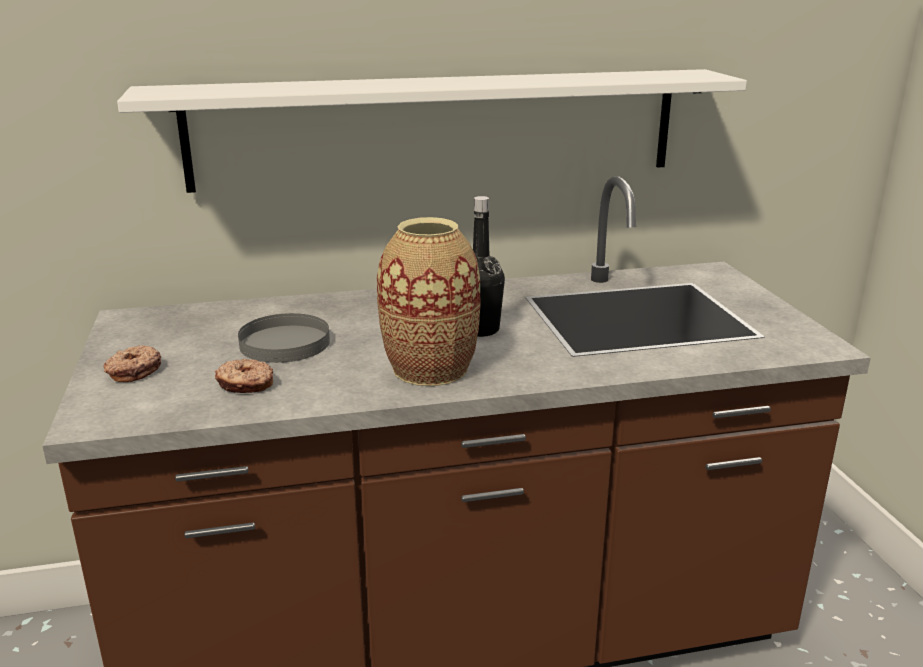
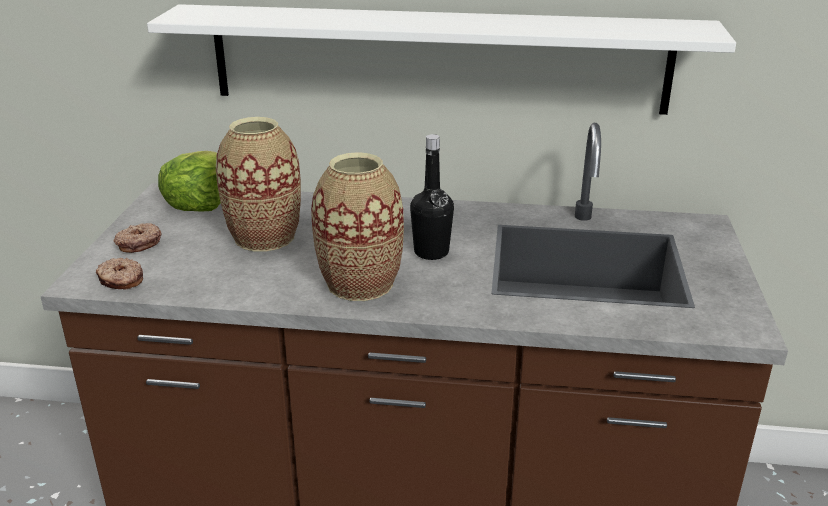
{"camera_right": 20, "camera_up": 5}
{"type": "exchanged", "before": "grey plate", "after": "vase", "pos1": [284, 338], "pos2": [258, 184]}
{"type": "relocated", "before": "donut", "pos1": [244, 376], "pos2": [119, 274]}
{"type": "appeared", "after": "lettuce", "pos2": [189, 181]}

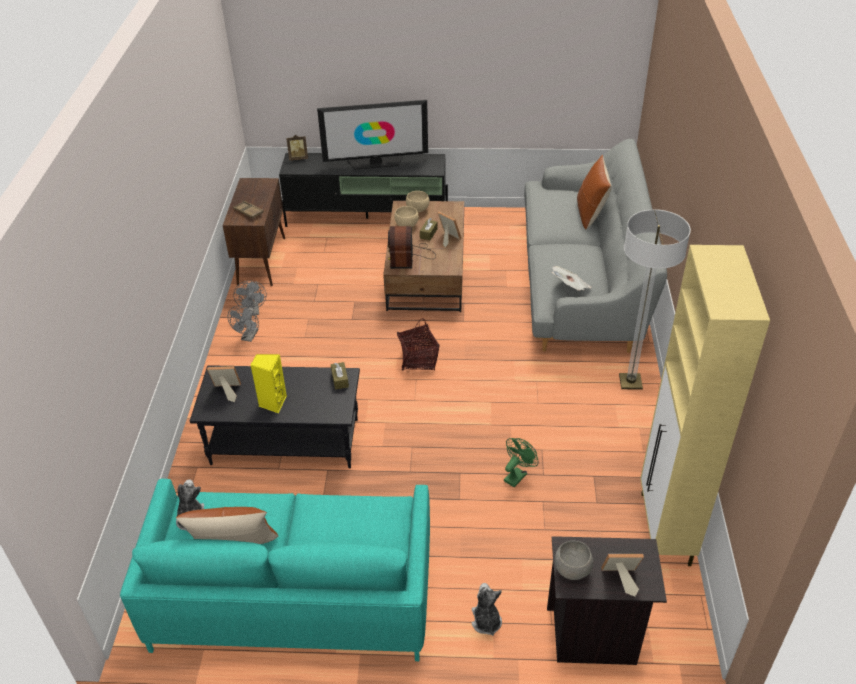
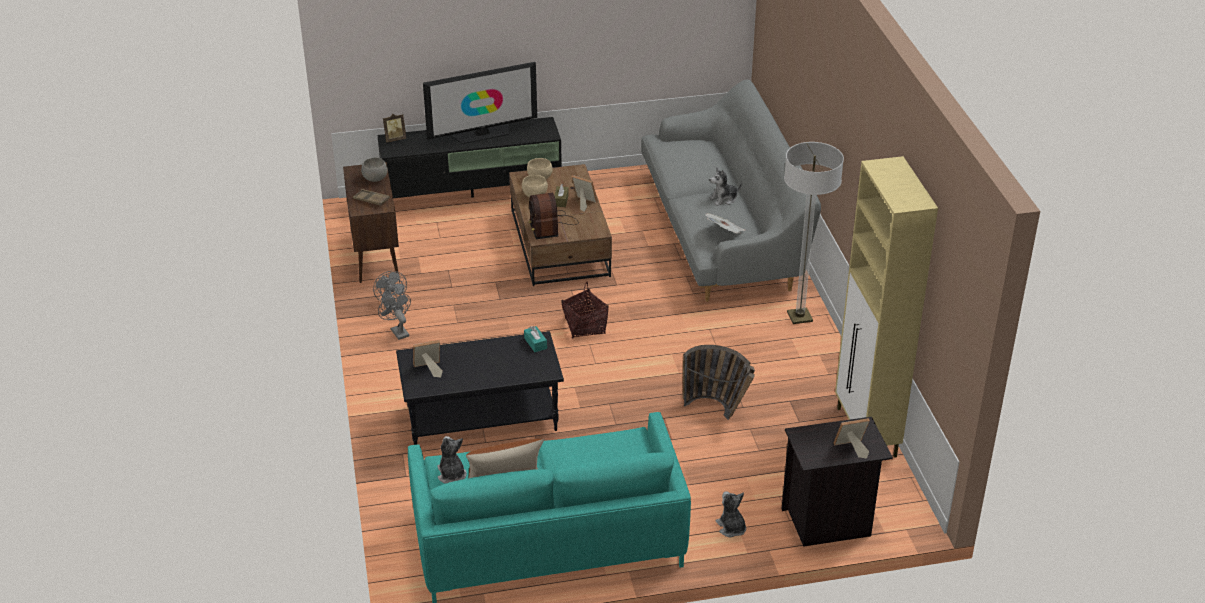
{"camera_right": -15, "camera_up": -5}
{"type": "missing", "before": "brown pillow", "pos1": [594, 192]}
{"type": "spun", "before": "grey fan", "pos1": [243, 324], "pos2": [394, 316], "turn": 150}
{"type": "missing", "before": "yellow speaker", "pos1": [269, 383]}
{"type": "colour", "before": "brown tissue box", "after": "turquoise tissue box", "pos1": [340, 376], "pos2": [535, 339]}
{"type": "exchanged", "before": "green fan", "after": "basket", "pos1": [521, 462], "pos2": [719, 382]}
{"type": "relocated", "before": "grey bowl", "pos1": [574, 560], "pos2": [374, 169]}
{"type": "appeared", "after": "plush toy", "pos2": [725, 187]}

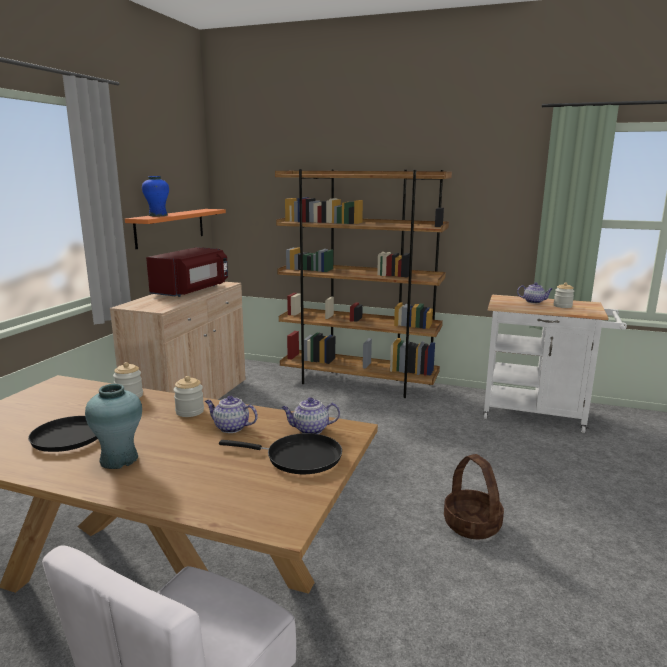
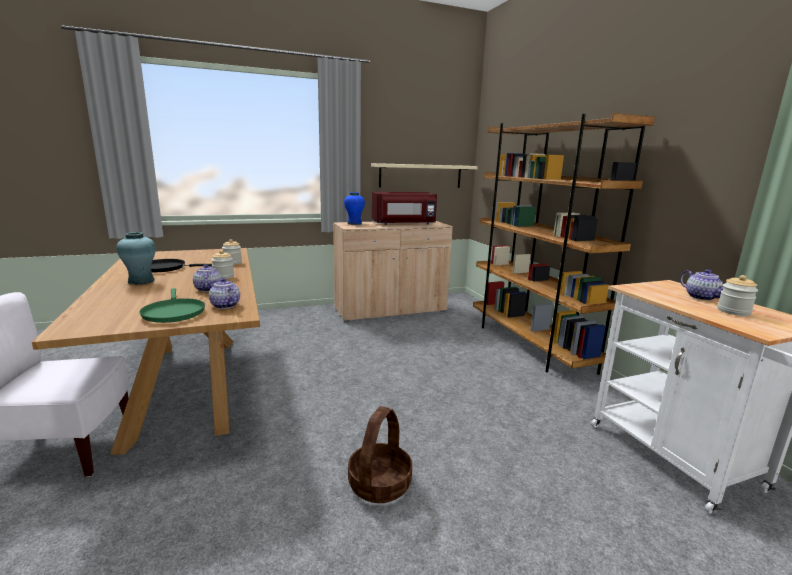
{"camera_right": 50, "camera_up": 0}
{"type": "relocated", "before": "blue vase", "pos1": [155, 196], "pos2": [354, 208]}
{"type": "colour", "before": "orange shelf", "after": "beige shelf", "pos1": [175, 229], "pos2": [424, 175]}
{"type": "colour", "before": "black frying pan", "after": "green frying pan", "pos1": [280, 453], "pos2": [172, 305]}

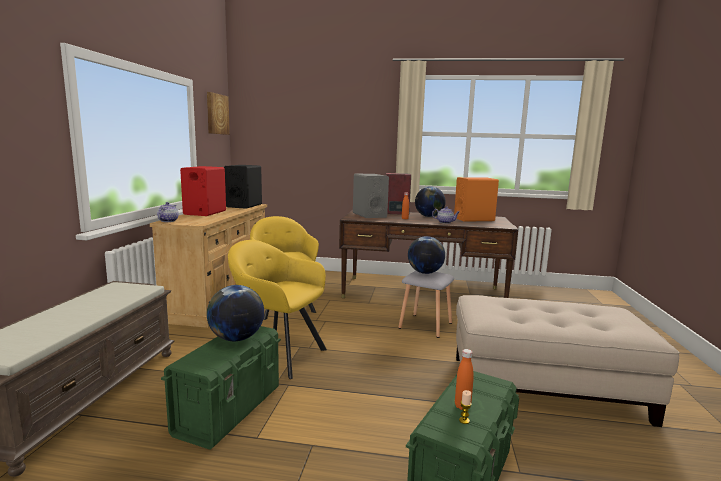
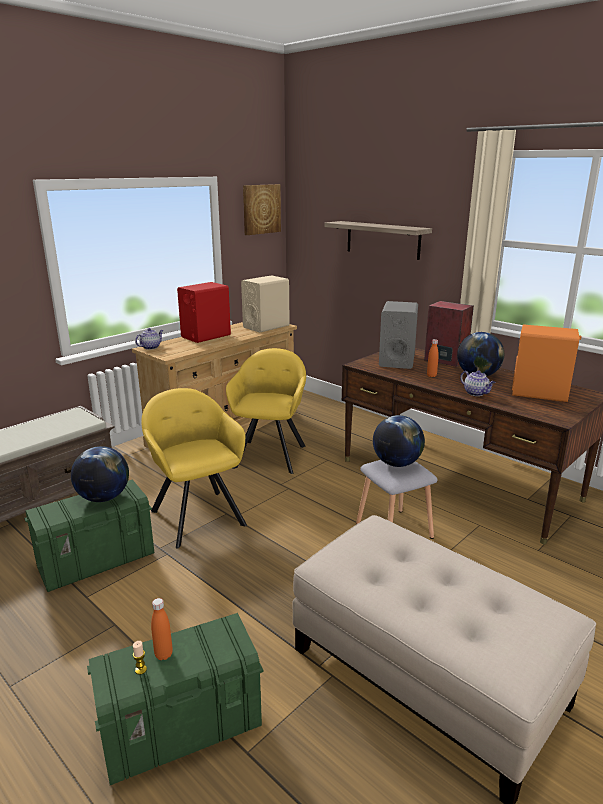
{"camera_right": 35, "camera_up": 10}
{"type": "colour", "before": "black speaker", "after": "beige speaker", "pos1": [243, 187], "pos2": [265, 304]}
{"type": "appeared", "after": "shelf", "pos2": [378, 240]}

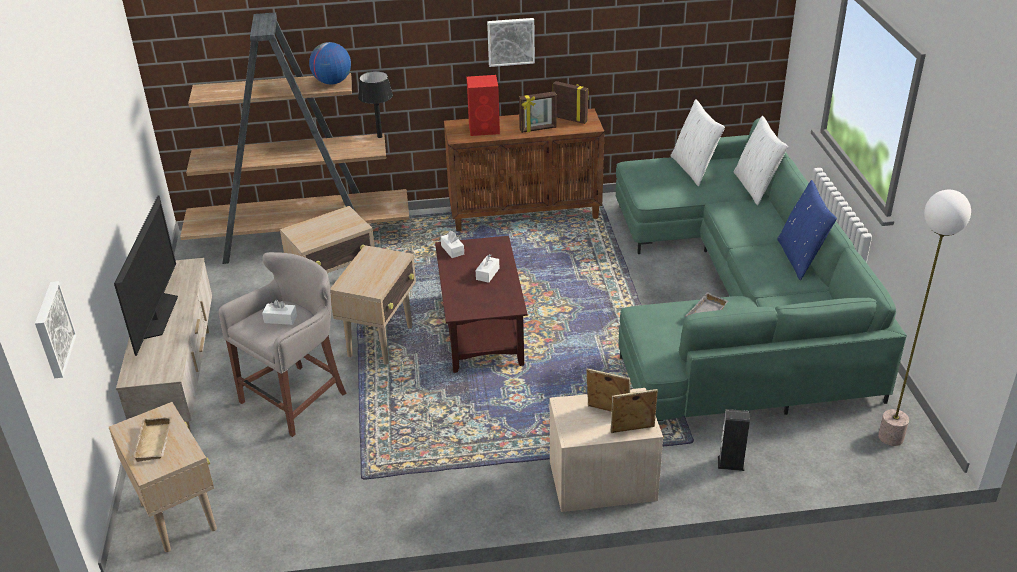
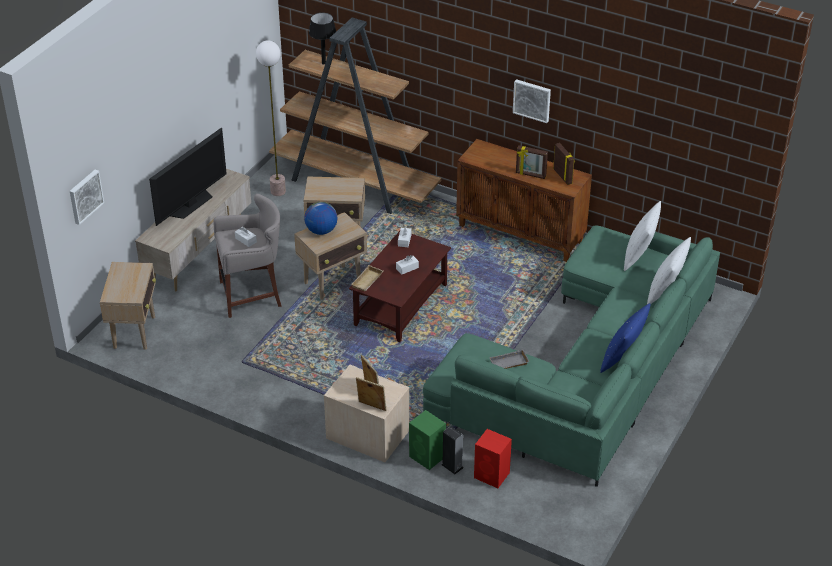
{"camera_right": 35, "camera_up": 5}
{"type": "relocated", "before": "globe", "pos1": [330, 63], "pos2": [320, 218]}
{"type": "relocated", "before": "black table lamp", "pos1": [375, 104], "pos2": [322, 38]}
{"type": "relocated", "before": "red speaker", "pos1": [483, 105], "pos2": [493, 458]}
{"type": "relocated", "before": "floor lamp", "pos1": [924, 318], "pos2": [271, 118]}
{"type": "relocated", "before": "beige tray", "pos1": [152, 439], "pos2": [367, 278]}
{"type": "appeared", "after": "green speaker", "pos2": [427, 440]}

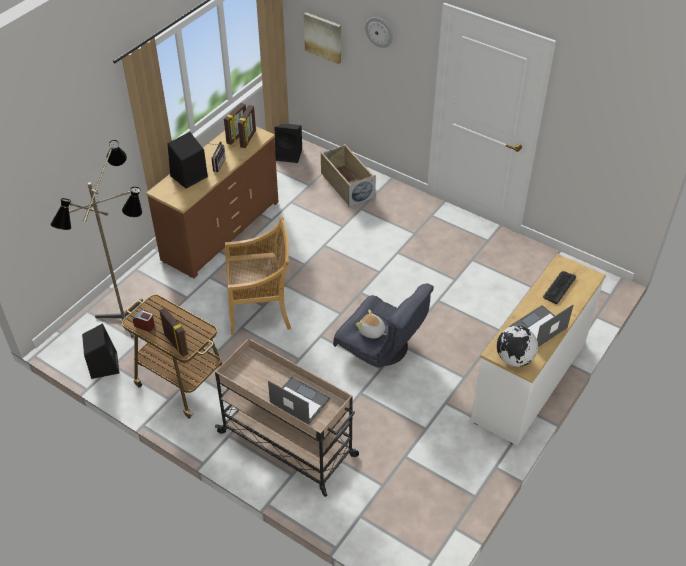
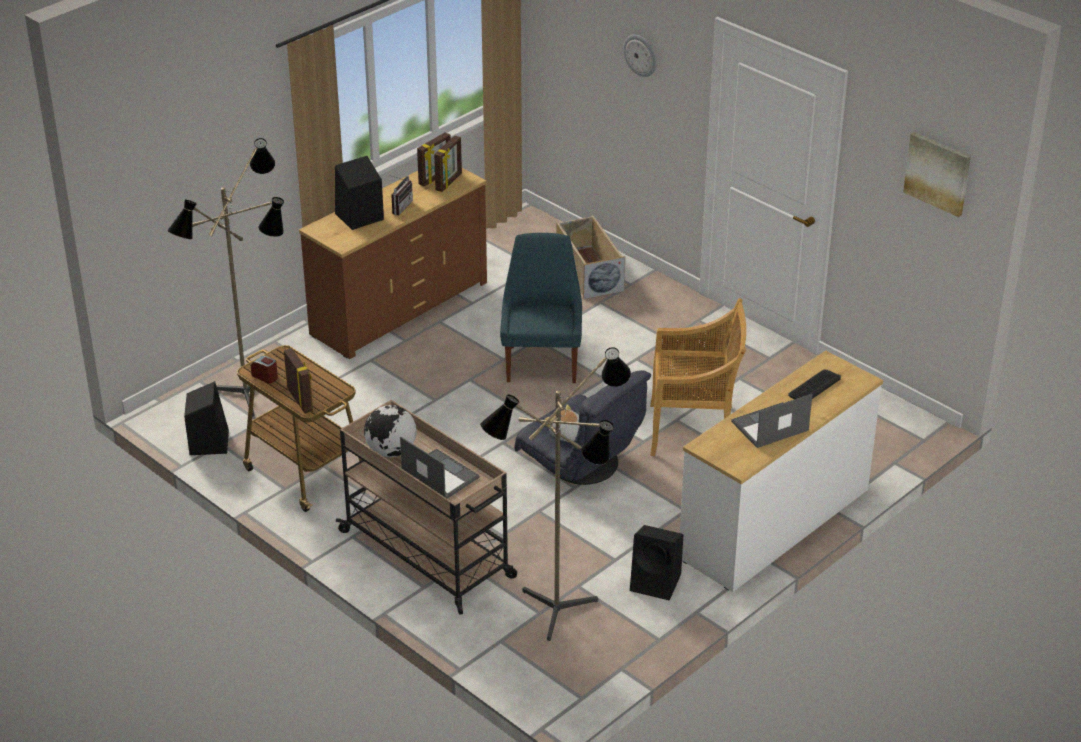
{"camera_right": 10, "camera_up": -10}
{"type": "relocated", "before": "picture", "pos1": [322, 38], "pos2": [937, 174]}
{"type": "relocated", "before": "black speaker", "pos1": [288, 143], "pos2": [656, 562]}
{"type": "relocated", "before": "beige chair", "pos1": [258, 276], "pos2": [698, 377]}
{"type": "relocated", "before": "globe", "pos1": [517, 346], "pos2": [390, 431]}
{"type": "appeared", "after": "blue chair", "pos2": [541, 308]}
{"type": "appeared", "after": "floor lamp", "pos2": [555, 494]}

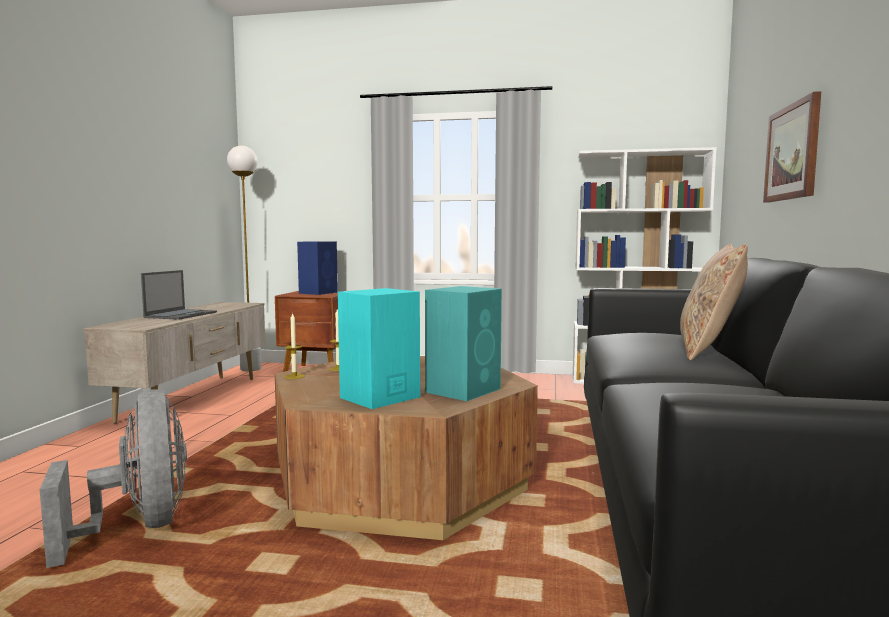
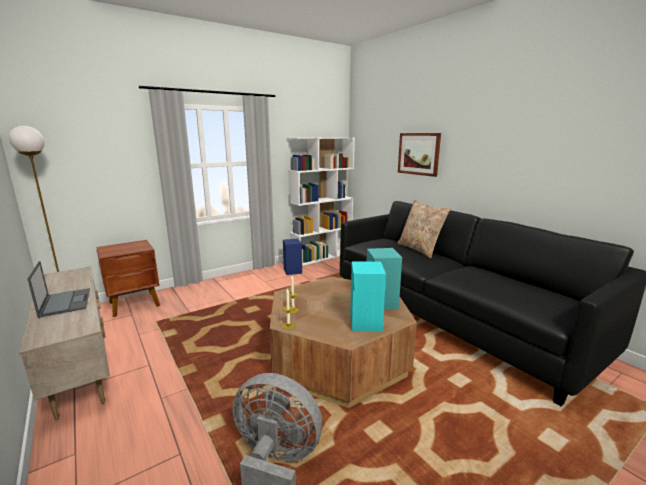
{"camera_right": -45, "camera_up": 10}
{"type": "relocated", "before": "blue speaker", "pos1": [317, 268], "pos2": [292, 257]}

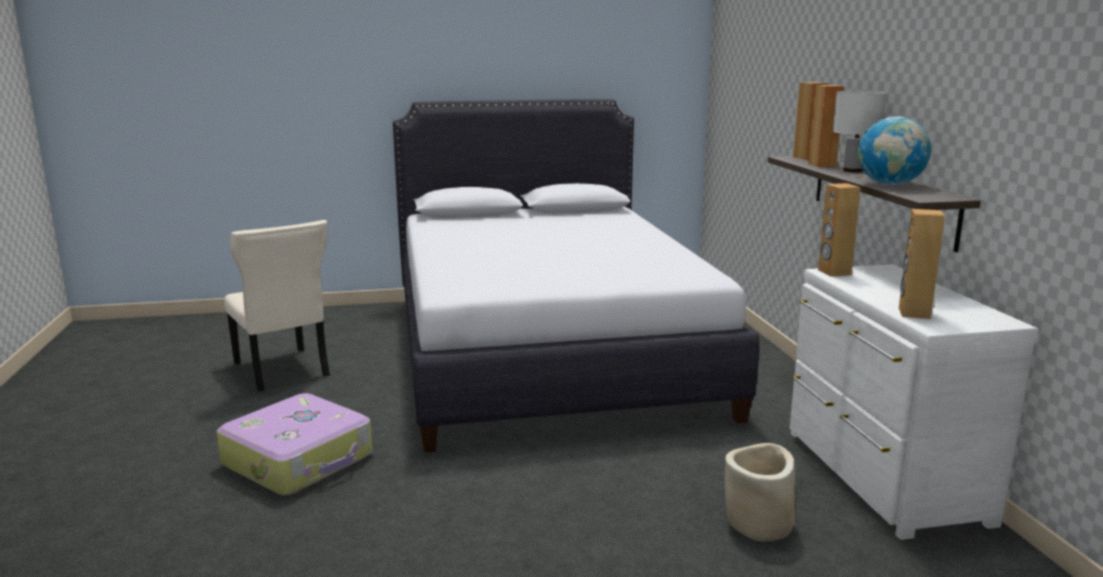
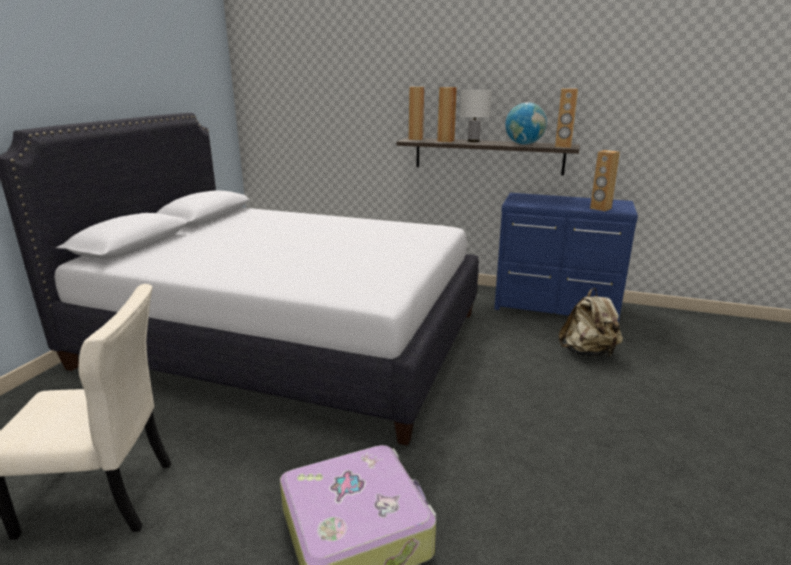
{"camera_right": -60, "camera_up": 5}
{"type": "relocated", "before": "brown speaker", "pos1": [839, 230], "pos2": [566, 118]}
{"type": "colour", "before": "white dresser", "after": "blue dresser", "pos1": [914, 402], "pos2": [566, 258]}
{"type": "exchanged", "before": "beige planter", "after": "beige backpack", "pos1": [760, 492], "pos2": [591, 322]}

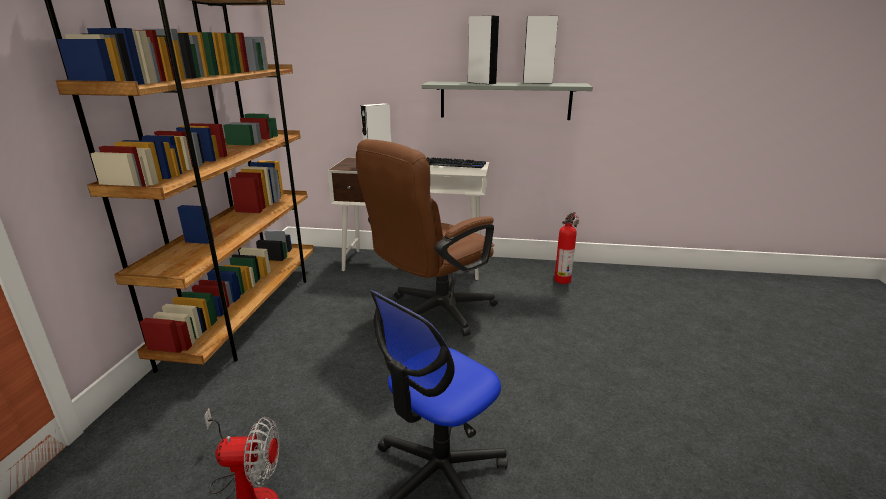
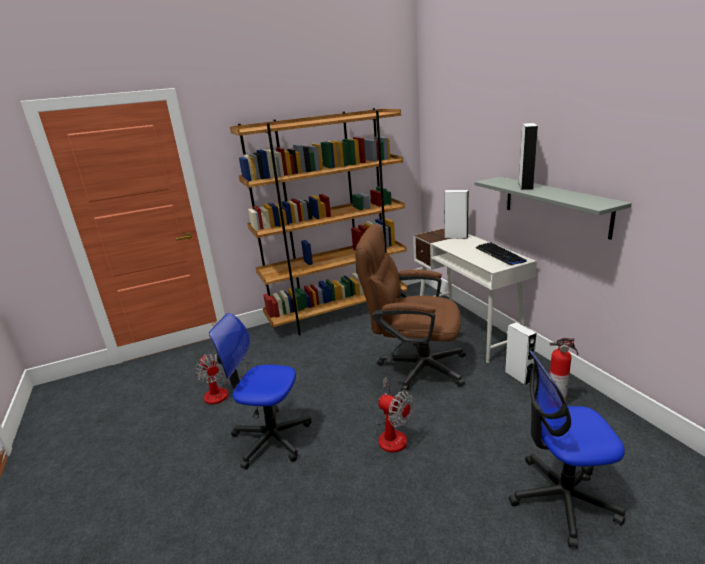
{"camera_right": 60, "camera_up": 0}
{"type": "relocated", "before": "white speaker", "pos1": [540, 50], "pos2": [520, 354]}
{"type": "appeared", "after": "office chair", "pos2": [567, 449]}
{"type": "appeared", "after": "fan", "pos2": [394, 414]}

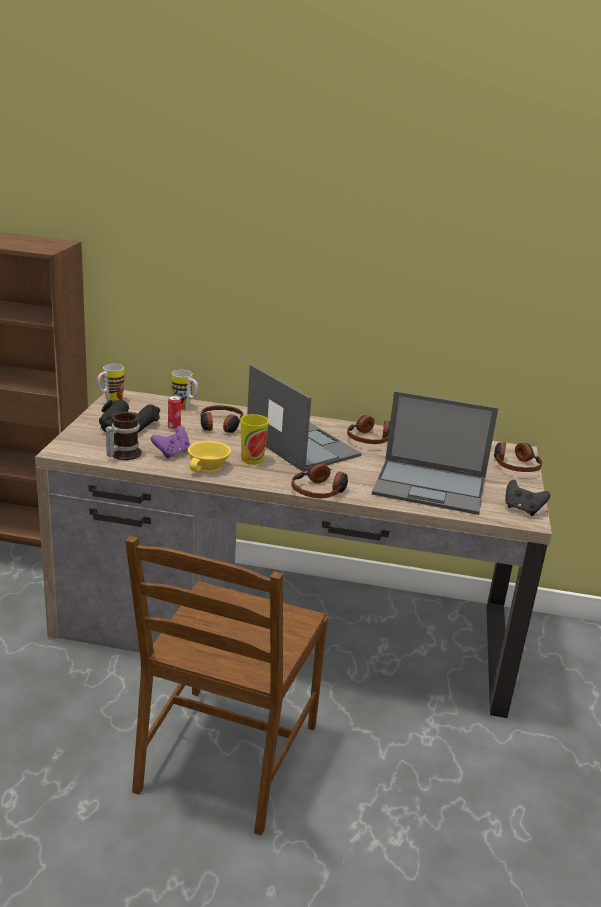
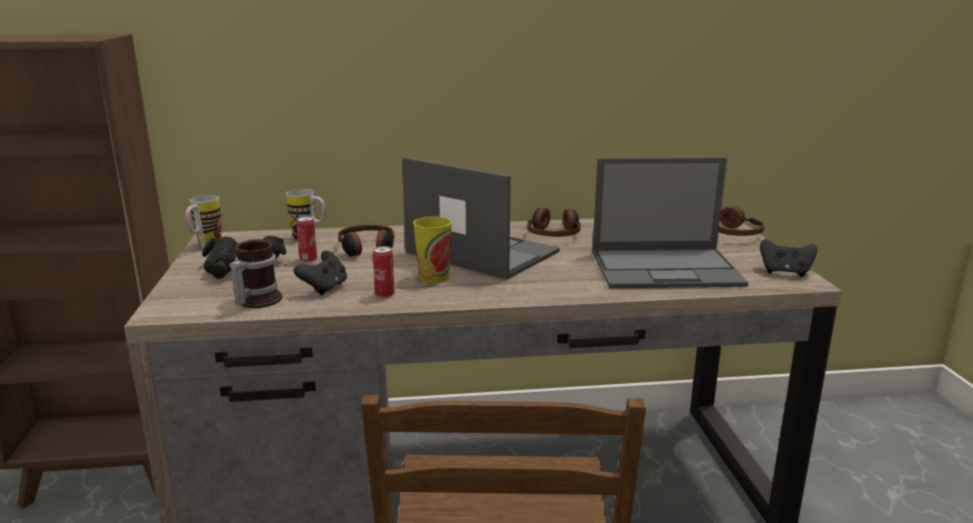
{"camera_right": -15, "camera_up": -5}
{"type": "colour", "before": "purple game controller", "after": "black game controller", "pos1": [170, 442], "pos2": [320, 273]}
{"type": "exchanged", "before": "yellow cup", "after": "can", "pos1": [209, 456], "pos2": [384, 272]}
{"type": "missing", "before": "headphones", "pos1": [319, 480]}

